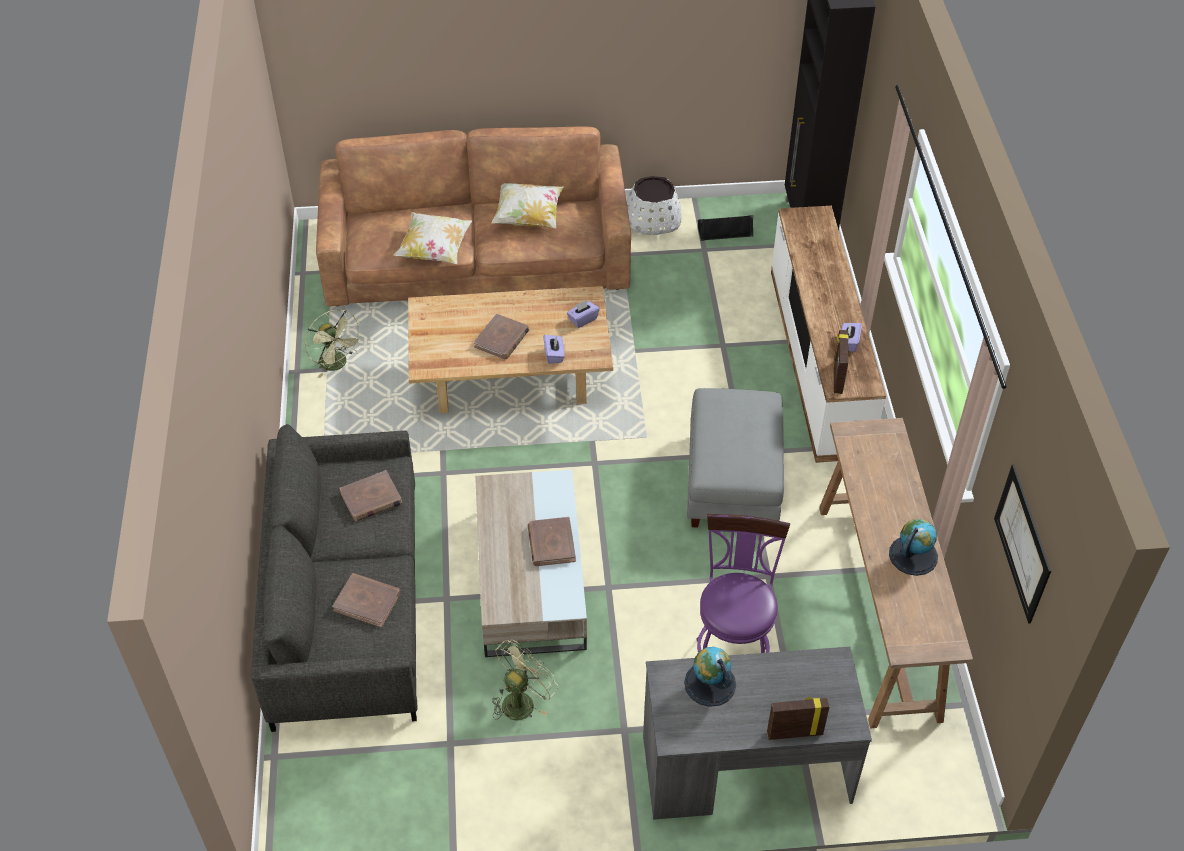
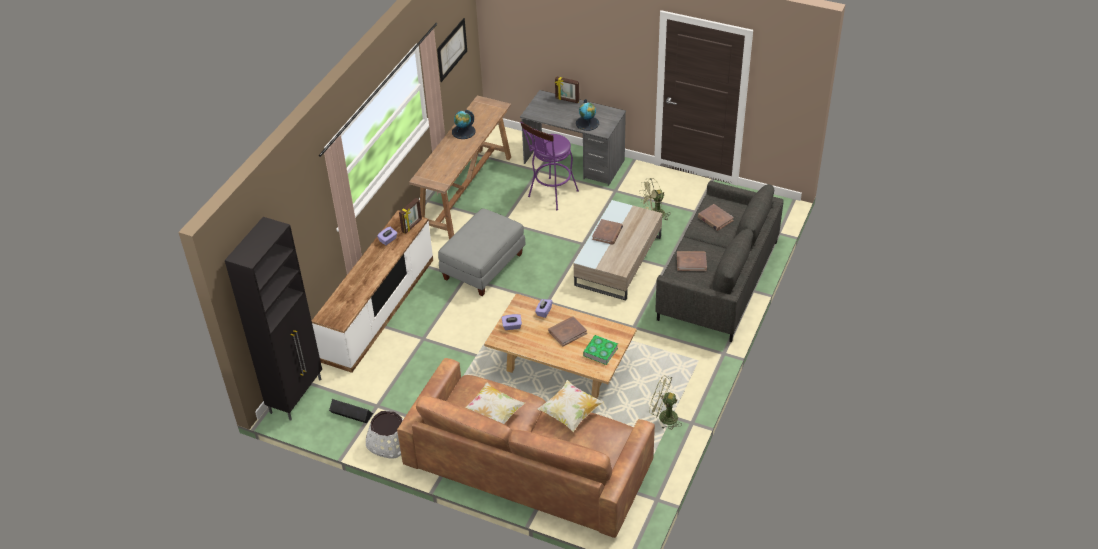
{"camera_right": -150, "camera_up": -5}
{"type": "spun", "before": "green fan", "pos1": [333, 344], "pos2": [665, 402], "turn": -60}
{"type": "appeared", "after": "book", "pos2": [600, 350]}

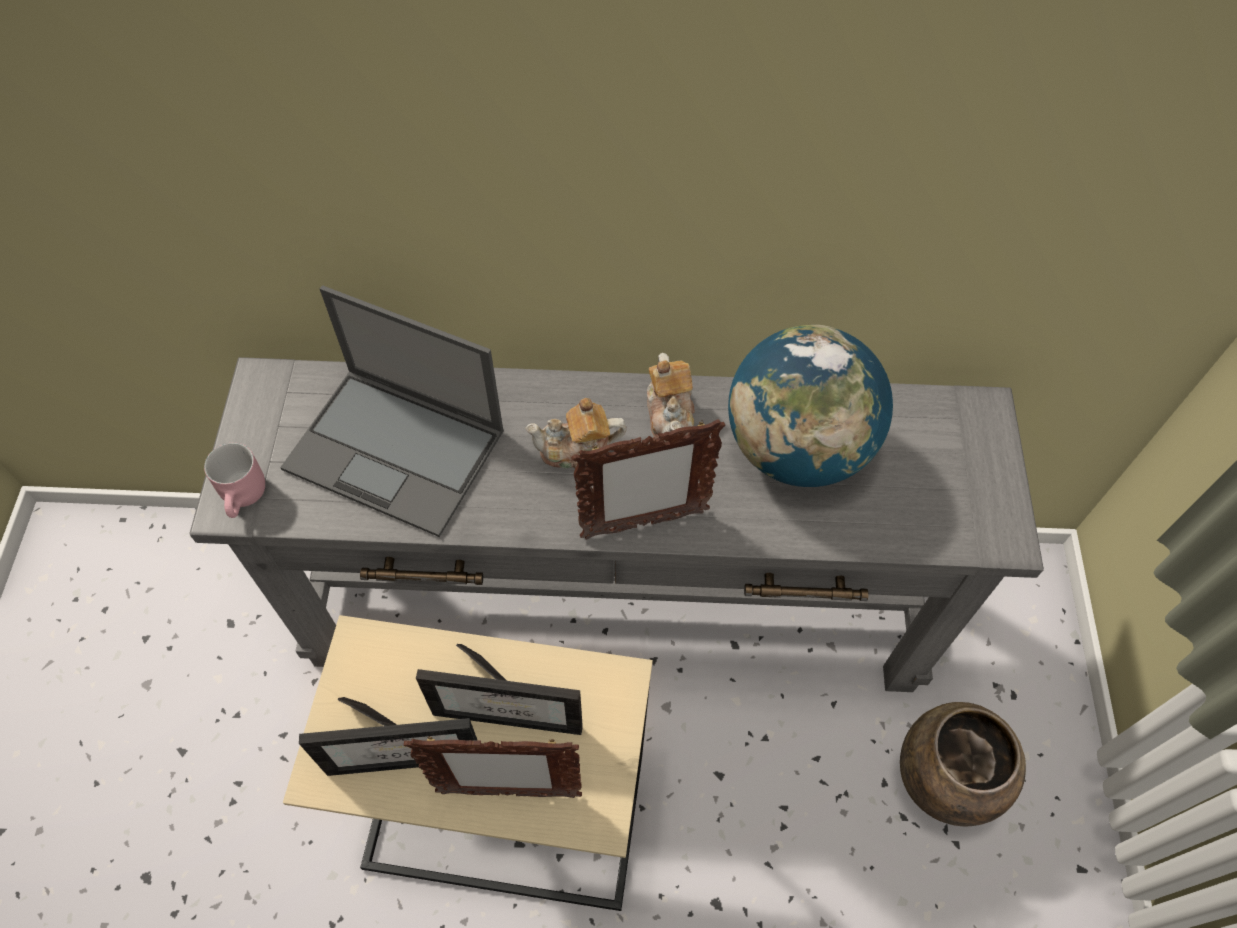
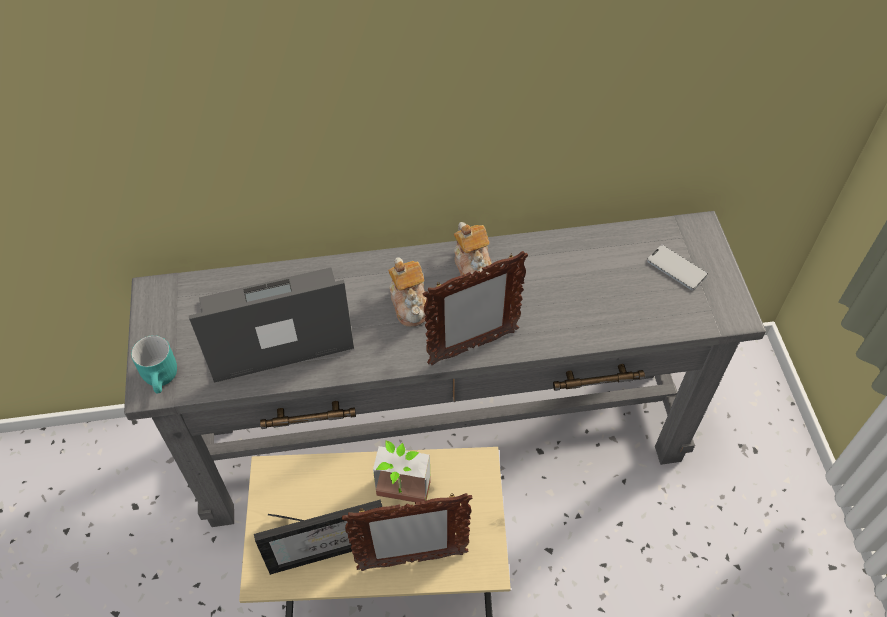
{"camera_right": -10, "camera_up": -5}
{"type": "spun", "before": "laptop", "pos1": [392, 411], "pos2": [271, 325], "turn": 150}
{"type": "missing", "before": "globe", "pos1": [810, 406]}
{"type": "spun", "before": "teapot", "pos1": [575, 433], "pos2": [408, 292], "turn": -90}
{"type": "colour", "before": "pink mug", "after": "turquoise mug", "pos1": [234, 480], "pos2": [154, 364]}
{"type": "exchanged", "before": "picture frame", "after": "potted plant", "pos1": [499, 689], "pos2": [402, 471]}
{"type": "missing", "before": "brown vase", "pos1": [963, 764]}
{"type": "appeared", "after": "phone", "pos2": [677, 267]}

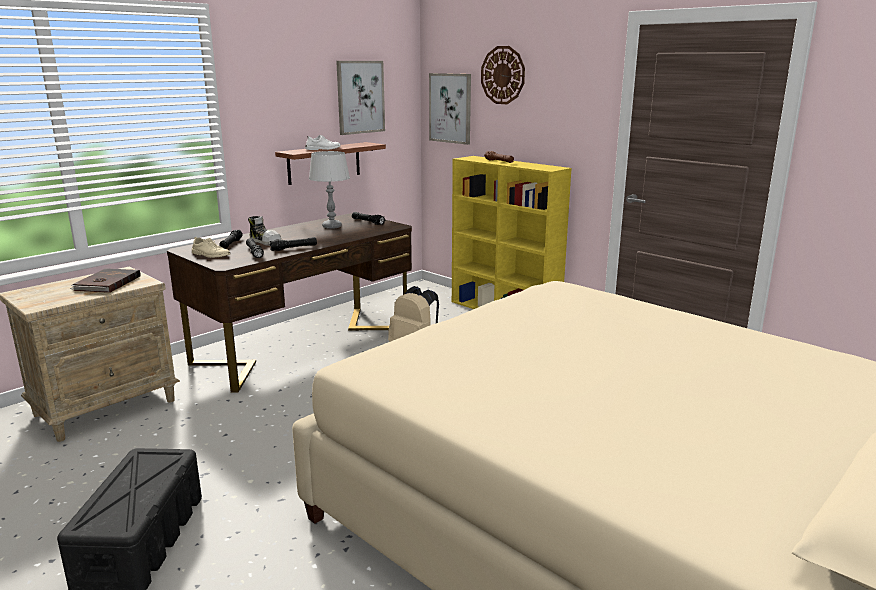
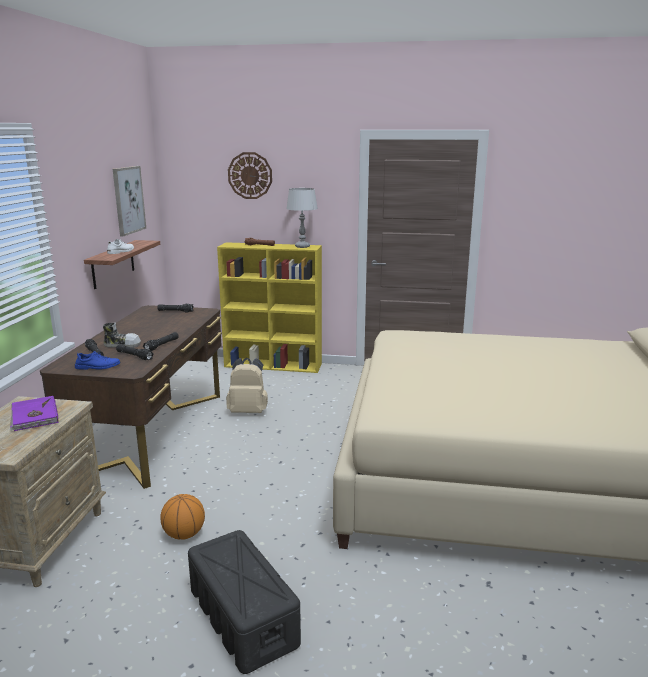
{"camera_right": -35, "camera_up": 0}
{"type": "missing", "before": "picture", "pos1": [450, 109]}
{"type": "relocated", "before": "grey table lamp", "pos1": [329, 190], "pos2": [302, 218]}
{"type": "colour", "before": "beige shoe", "after": "blue shoe", "pos1": [211, 247], "pos2": [98, 360]}
{"type": "colour", "before": "brown book", "after": "purple book", "pos1": [105, 280], "pos2": [34, 413]}
{"type": "appeared", "after": "basketball", "pos2": [182, 517]}

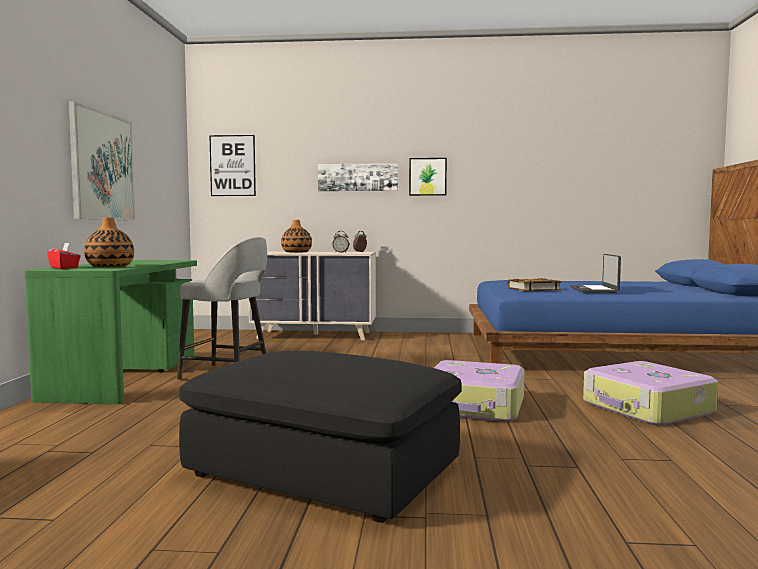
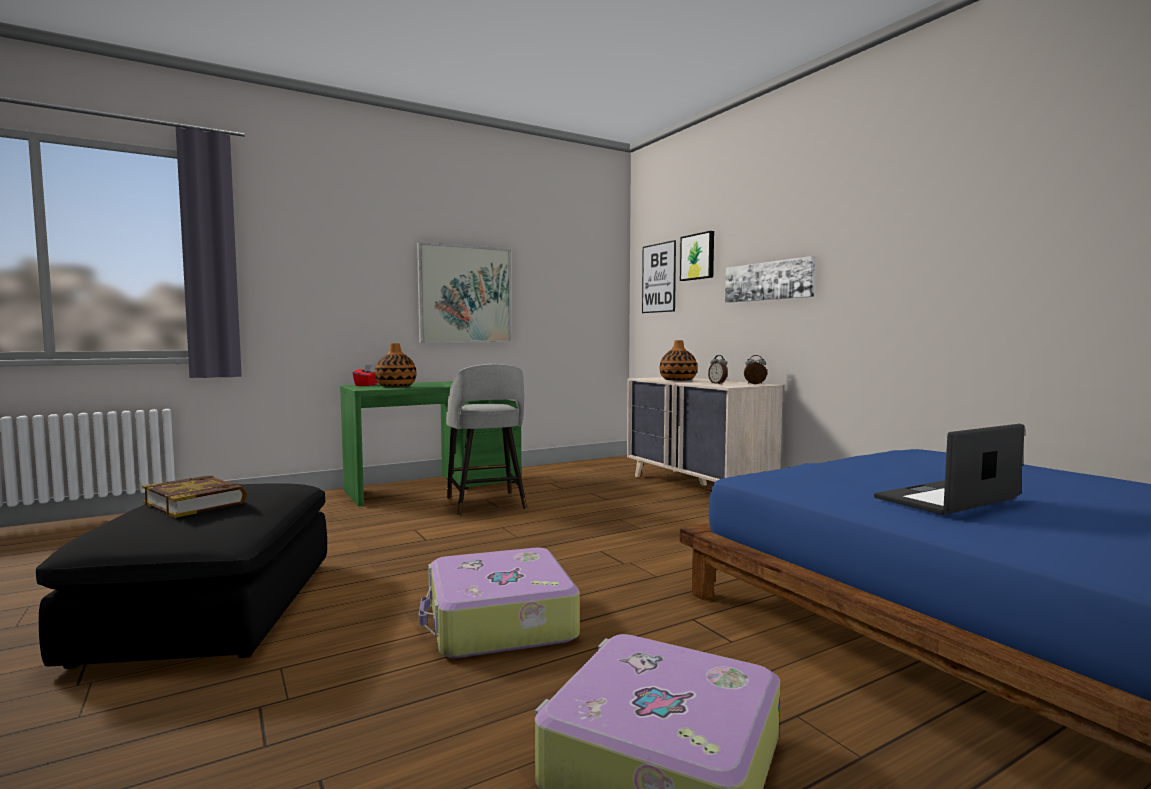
{"camera_right": 55, "camera_up": 0}
{"type": "relocated", "before": "picture", "pos1": [428, 177], "pos2": [697, 256]}
{"type": "relocated", "before": "book", "pos1": [534, 284], "pos2": [194, 497]}

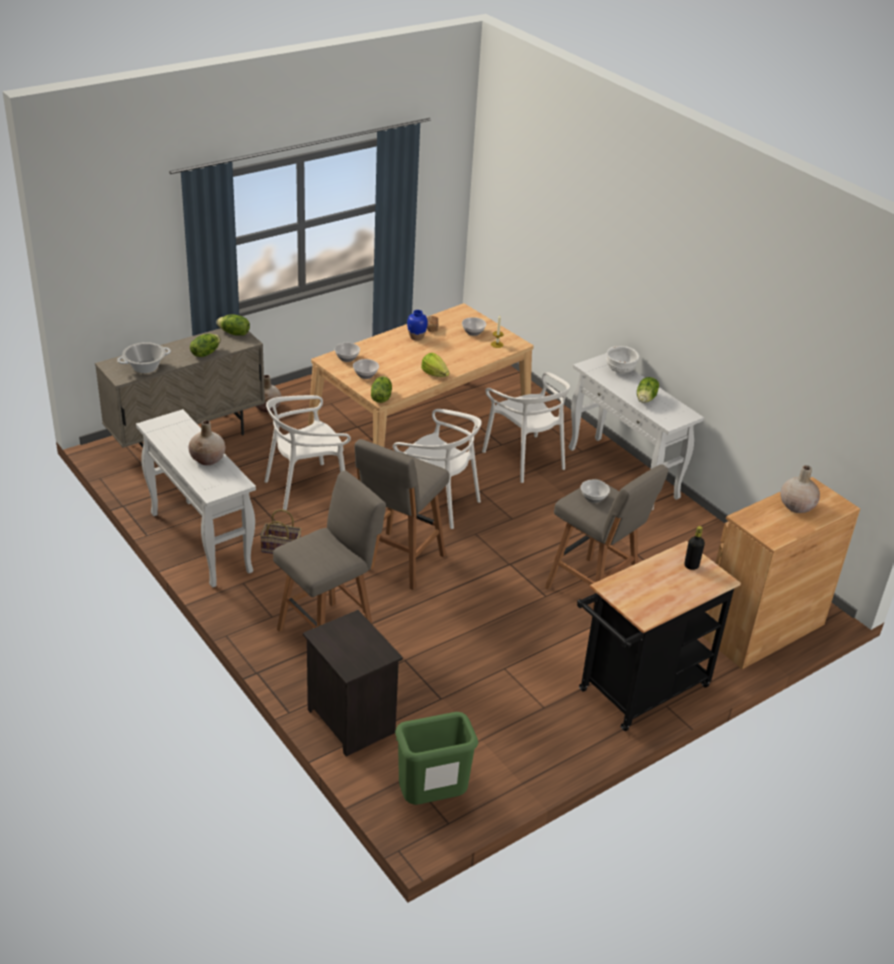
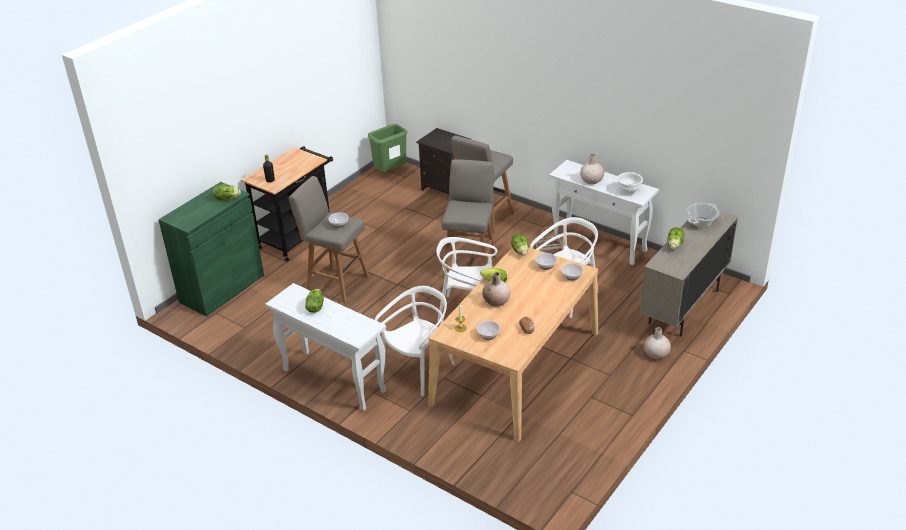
{"camera_right": 165, "camera_up": 0}
{"type": "missing", "before": "blue vase", "pos1": [417, 325]}
{"type": "relocated", "before": "lettuce", "pos1": [233, 325], "pos2": [227, 192]}
{"type": "relocated", "before": "white bowl", "pos1": [623, 360], "pos2": [630, 182]}
{"type": "spun", "before": "white chair", "pos1": [526, 427], "pos2": [415, 341], "turn": 90}
{"type": "relocated", "before": "beige vase", "pos1": [800, 489], "pos2": [496, 289]}
{"type": "colour", "before": "brown cabinet", "after": "green cabinet", "pos1": [781, 573], "pos2": [211, 249]}

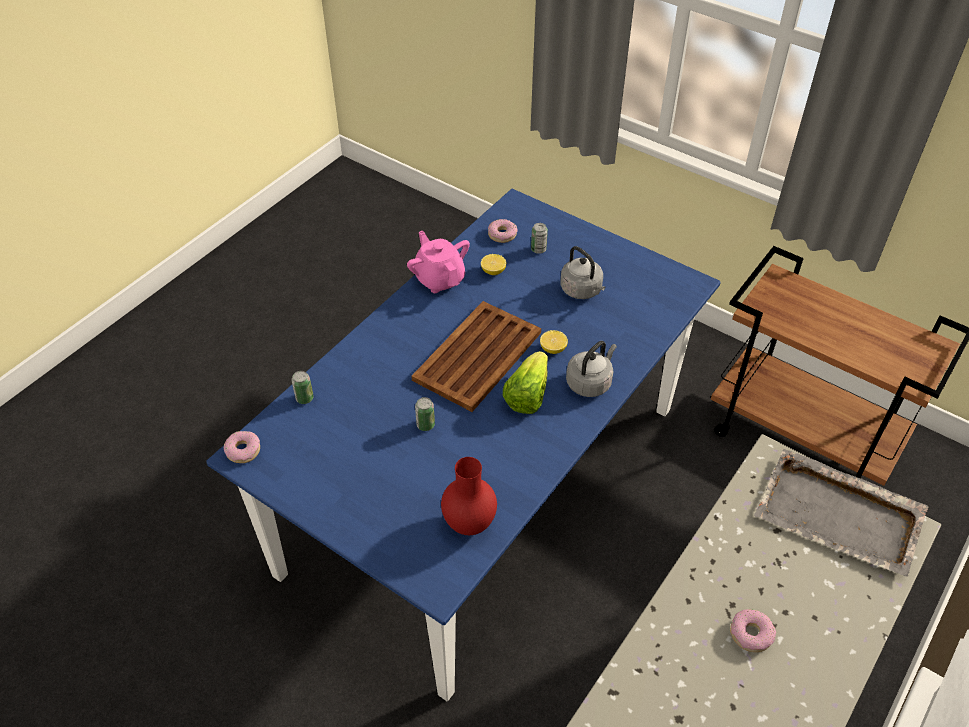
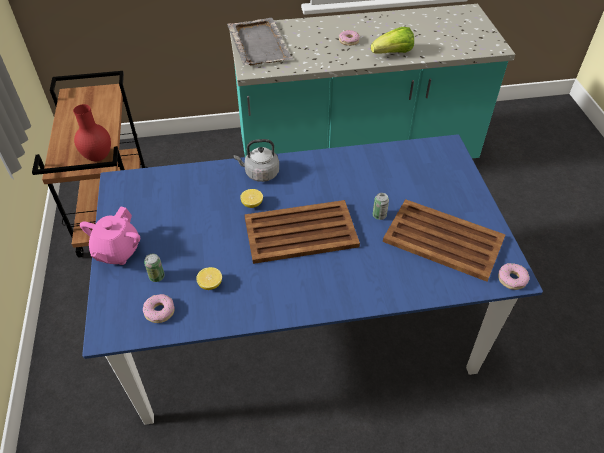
{"camera_right": -135, "camera_up": 0}
{"type": "relocated", "before": "pink teapot", "pos1": [438, 262], "pos2": [110, 235]}
{"type": "missing", "before": "grey kettle", "pos1": [582, 272]}
{"type": "relocated", "before": "lettuce", "pos1": [525, 382], "pos2": [392, 40]}
{"type": "missing", "before": "can", "pos1": [303, 387]}
{"type": "relocated", "before": "red vase", "pos1": [469, 496], "pos2": [92, 132]}
{"type": "appeared", "after": "brown tray", "pos2": [444, 240]}

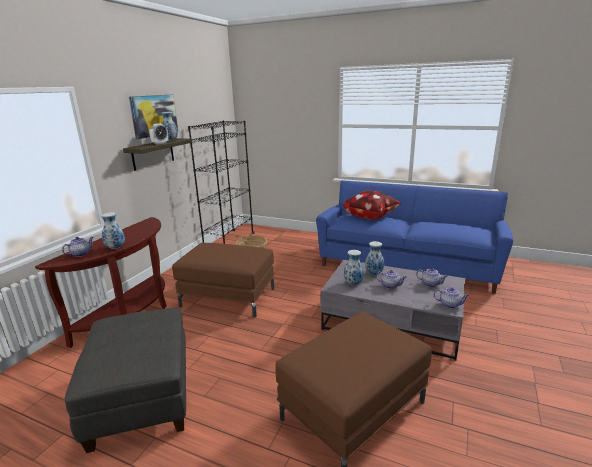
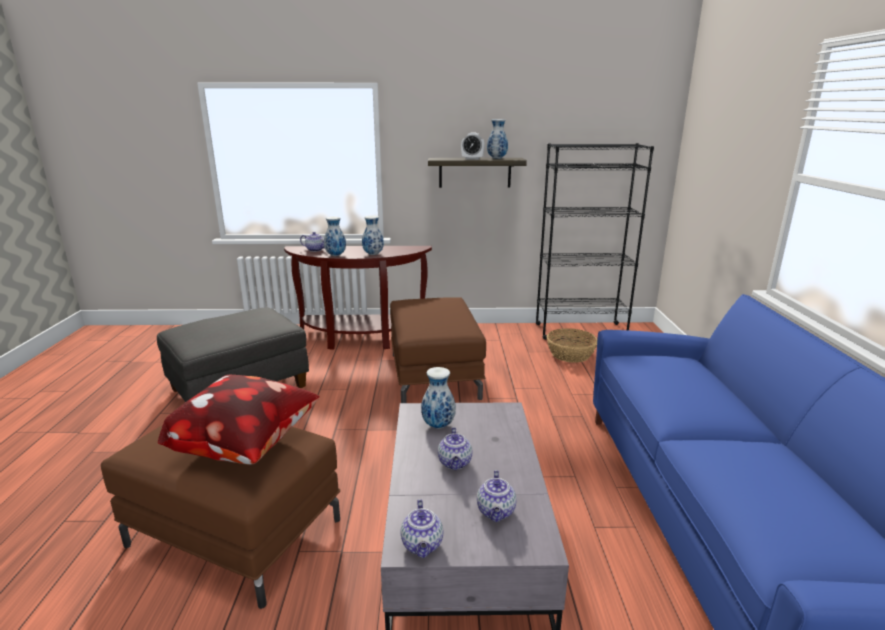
{"camera_right": 65, "camera_up": 0}
{"type": "missing", "before": "picture", "pos1": [153, 117]}
{"type": "relocated", "before": "pillow", "pos1": [372, 205], "pos2": [239, 419]}
{"type": "relocated", "before": "vase", "pos1": [374, 258], "pos2": [373, 235]}

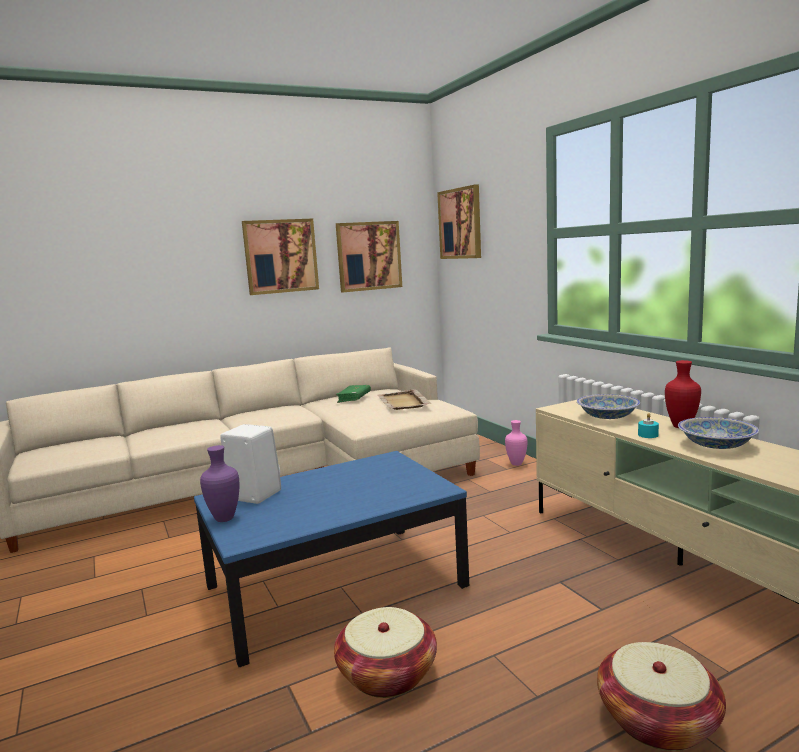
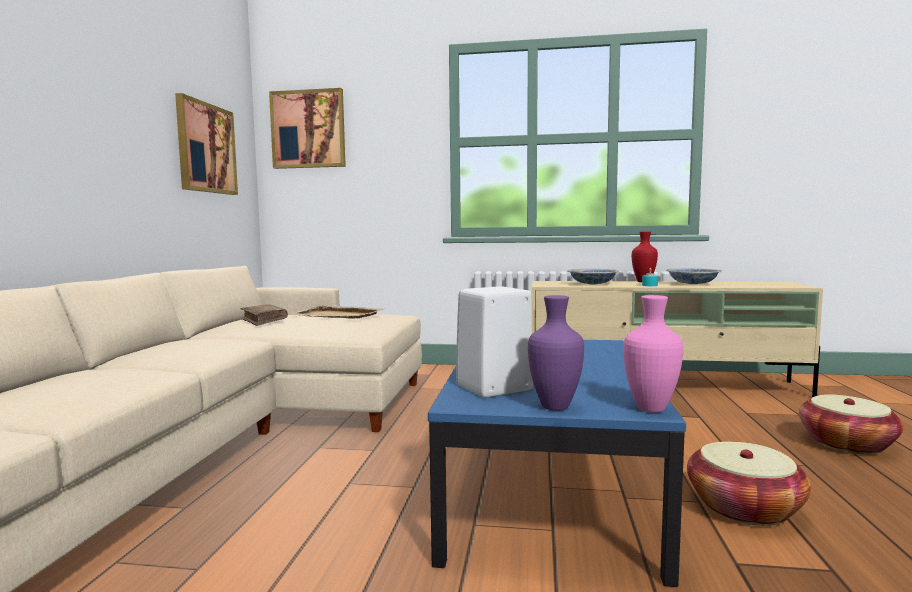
{"camera_right": -55, "camera_up": -5}
{"type": "missing", "before": "picture", "pos1": [280, 257]}
{"type": "colour", "before": "green book", "after": "brown book", "pos1": [353, 394], "pos2": [264, 315]}
{"type": "relocated", "before": "pink vase", "pos1": [516, 443], "pos2": [653, 353]}

